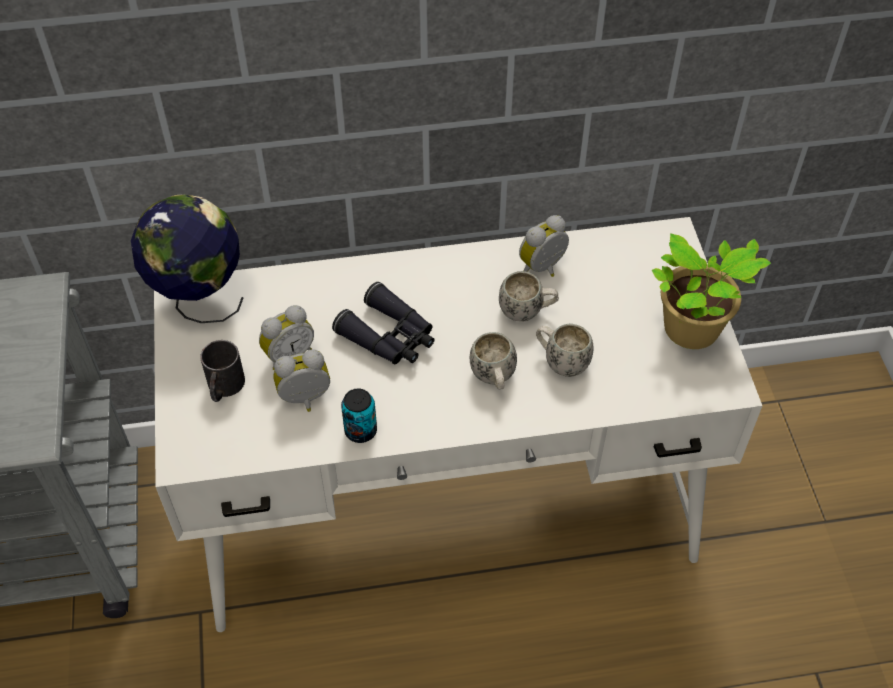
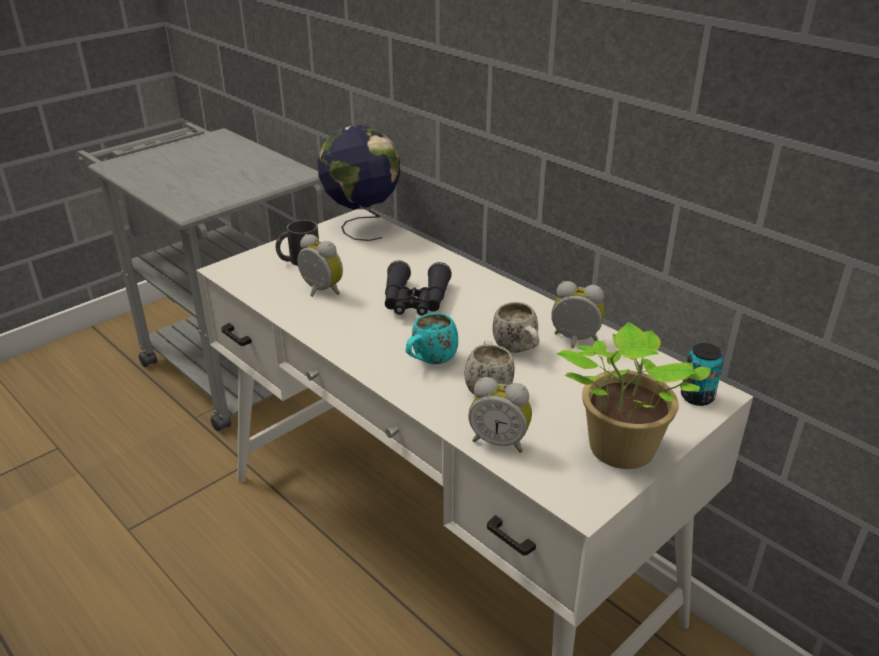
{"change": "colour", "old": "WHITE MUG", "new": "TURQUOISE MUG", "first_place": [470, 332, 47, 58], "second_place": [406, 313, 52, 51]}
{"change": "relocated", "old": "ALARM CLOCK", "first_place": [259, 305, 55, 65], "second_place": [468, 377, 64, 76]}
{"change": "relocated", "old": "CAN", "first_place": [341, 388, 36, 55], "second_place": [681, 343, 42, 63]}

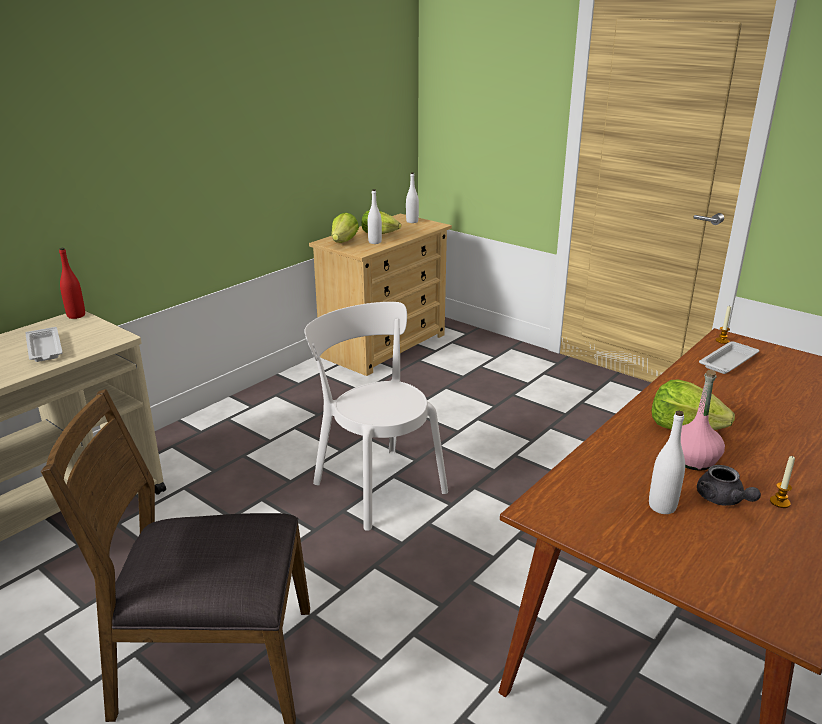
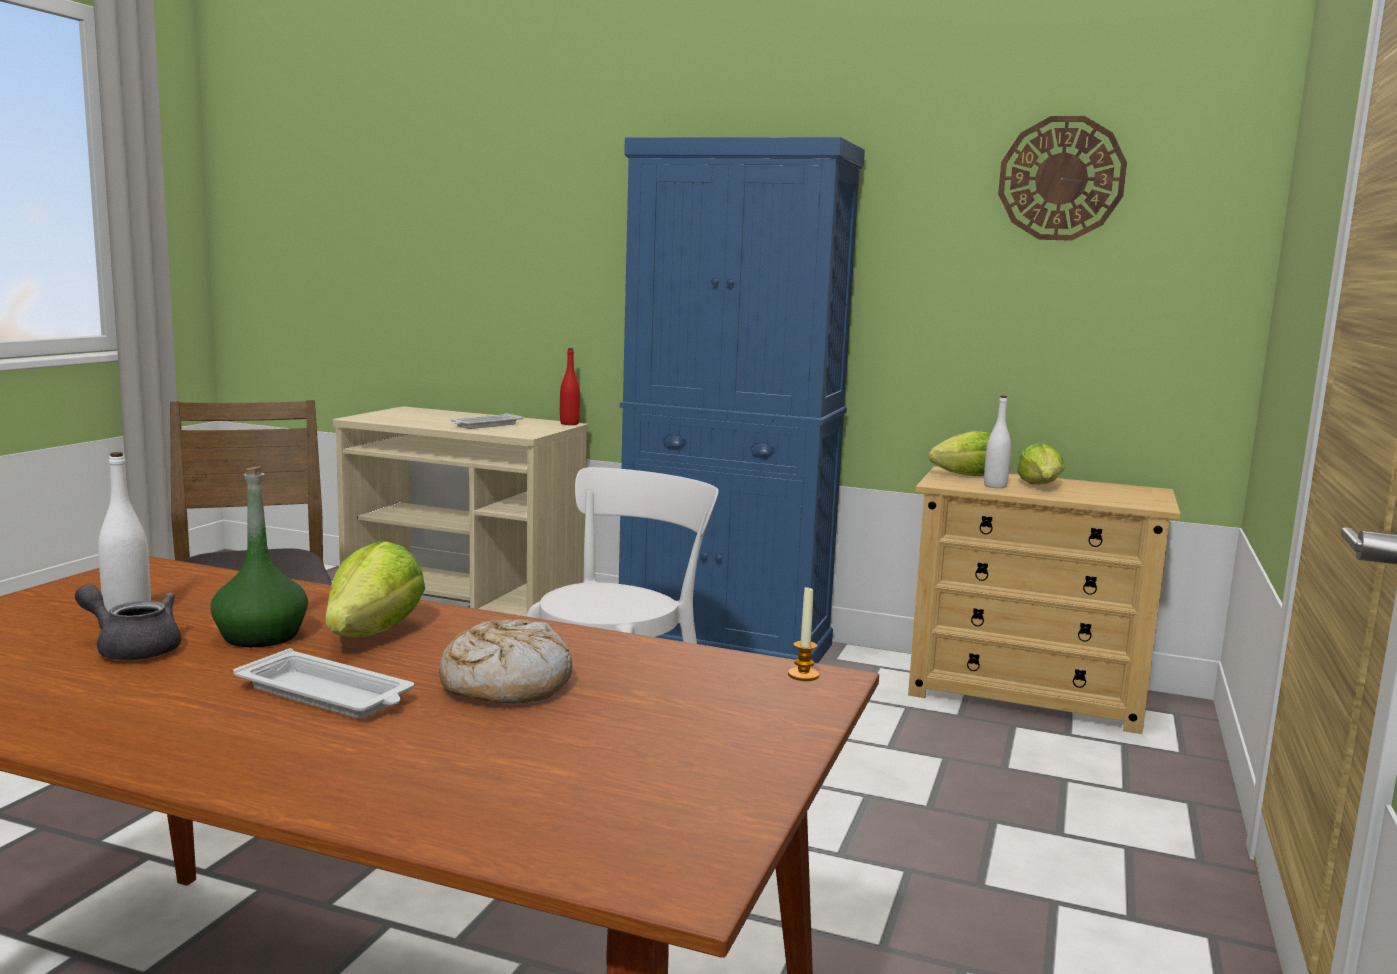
{"change": "spun", "old": "GREY TEAPOT", "first_place": [697, 465, 64, 41], "second_place": [75, 584, 106, 77], "degrees": 60}
{"change": "colour", "old": "PINK BOTTLE", "new": "GREEN BOTTLE", "first_place": [681, 370, 44, 101], "second_place": [210, 466, 98, 181]}
{"change": "relocated", "old": "WHITE TRAY", "first_place": [699, 341, 60, 33], "second_place": [233, 648, 181, 70]}
{"change": "appeared", "new": "BREAD", "second_place": [439, 619, 133, 85]}
{"change": "appeared", "new": "BLUE CABINET", "second_place": [619, 137, 246, 526]}
{"change": "appeared", "new": "WALL CLOCK", "second_place": [998, 116, 129, 125]}
{"change": "missing", "old": "WHITE BOTTLE", "first_place": [406, 172, 13, 51]}
{"change": "missing", "old": "CANDLE", "first_place": [770, 455, 25, 53]}

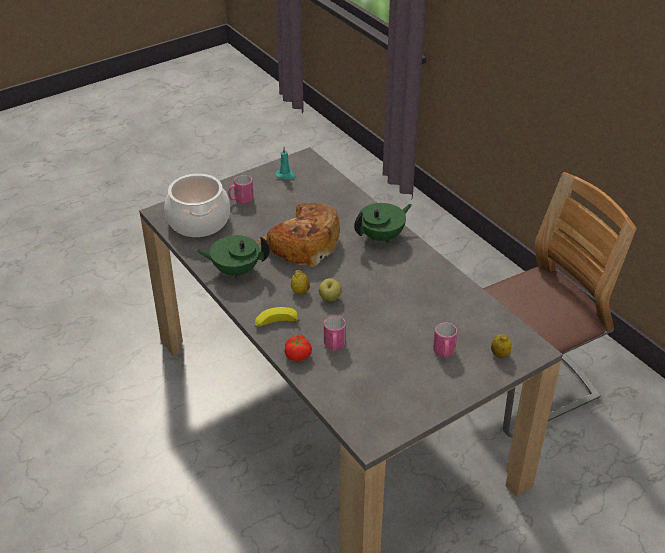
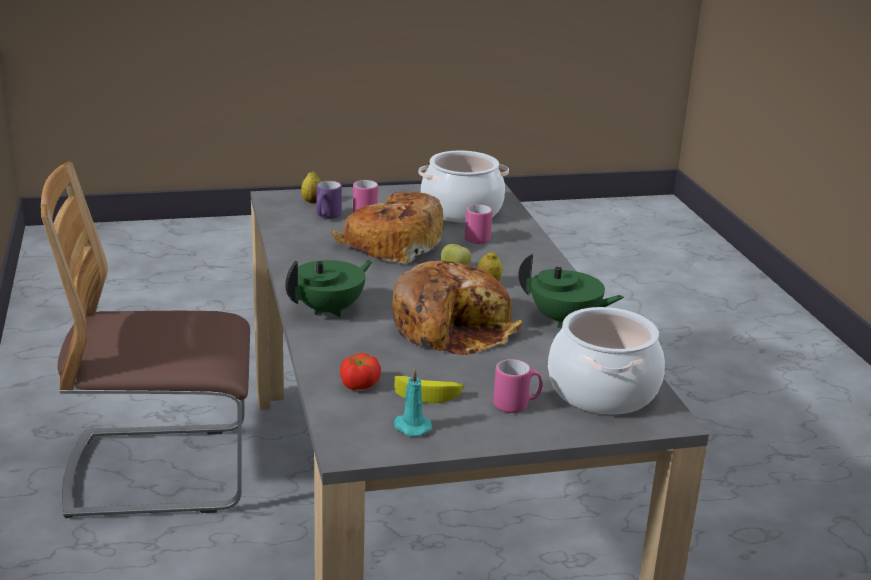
{"change": "spun", "old": "GREEN TEAPOT", "first_place": [354, 203, 58, 40], "second_place": [285, 260, 88, 57], "degrees": 150}
{"change": "appeared", "new": "PURPLE MUG", "second_place": [316, 181, 26, 38]}
{"change": "appeared", "new": "BREAD", "second_place": [331, 192, 113, 71]}
{"change": "relocated", "old": "TOMATO", "first_place": [284, 335, 28, 26], "second_place": [340, 353, 41, 37]}
{"change": "relocated", "old": "BANANA", "first_place": [255, 307, 45, 20], "second_place": [394, 375, 70, 28]}
{"change": "appeared", "new": "COOKING POT", "second_place": [419, 151, 90, 72]}

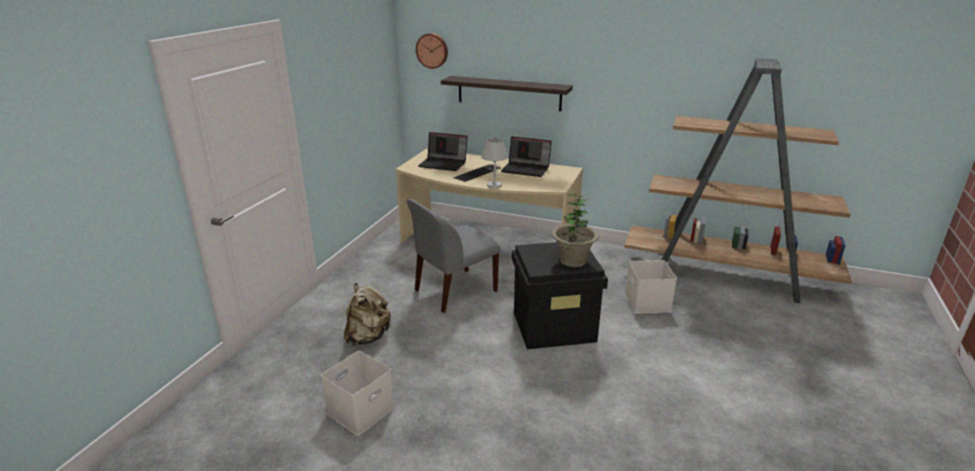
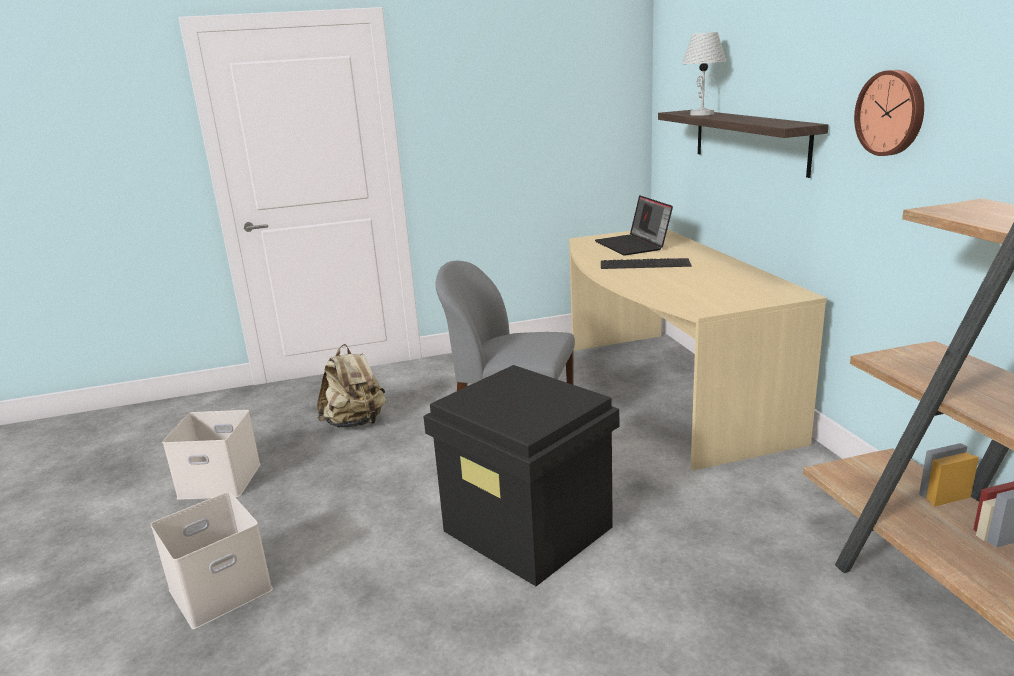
{"change": "relocated", "old": "WHITE STORAGE BOX", "first_place": [625, 260, 52, 53], "second_place": [150, 492, 123, 137]}
{"change": "relocated", "old": "WHITE TABLE LAMP", "first_place": [481, 138, 27, 51], "second_place": [682, 32, 44, 84]}
{"change": "relocated", "old": "WALL CLOCK", "first_place": [416, 33, 32, 36], "second_place": [854, 70, 70, 86]}
{"change": "missing", "old": "LAPTOP", "first_place": [501, 137, 51, 40]}
{"change": "missing", "old": "POTTED PLANT", "first_place": [552, 194, 47, 73]}

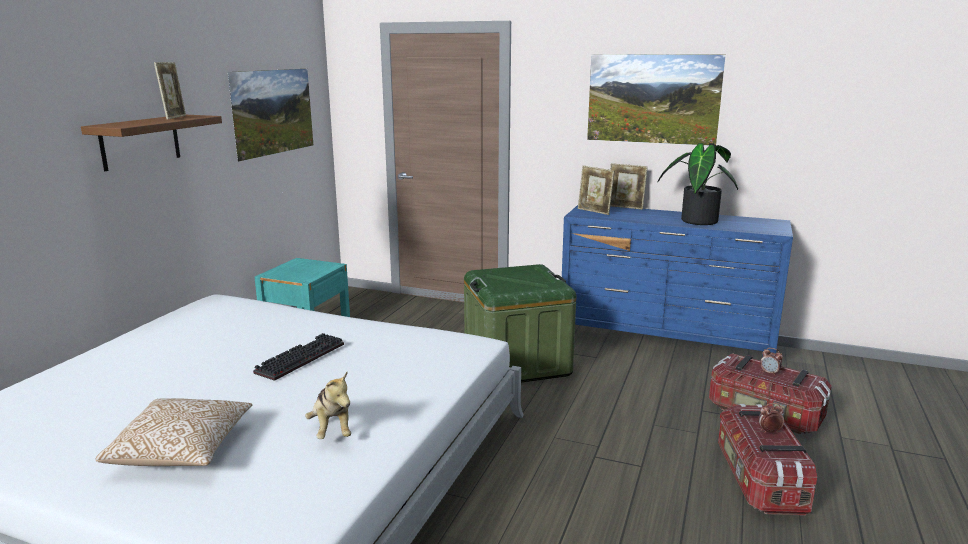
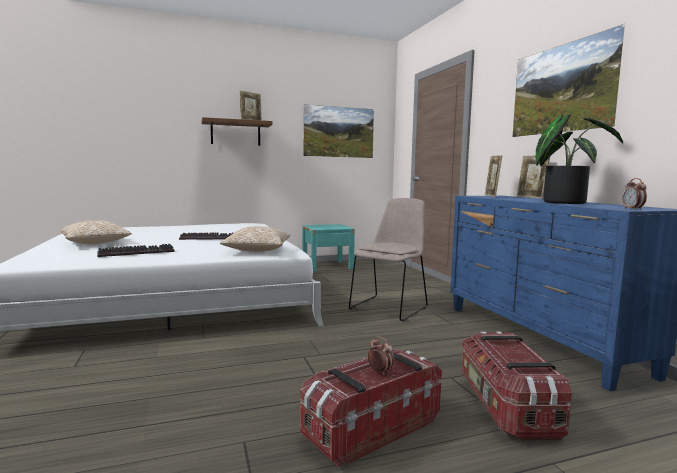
{"change": "exchanged", "old": "PLUSH TOY", "new": "KEYBOARD", "first_place": [305, 372, 46, 67], "second_place": [97, 244, 78, 13]}
{"change": "appeared", "new": "PILLOW", "second_place": [220, 226, 70, 26]}
{"change": "exchanged", "old": "GREEN STORAGE BOX", "new": "BEIGE CHAIR", "first_place": [464, 264, 112, 119], "second_place": [349, 198, 79, 123]}
{"change": "relocated", "old": "ALARM CLOCK", "first_place": [760, 348, 23, 27], "second_place": [622, 178, 25, 32]}

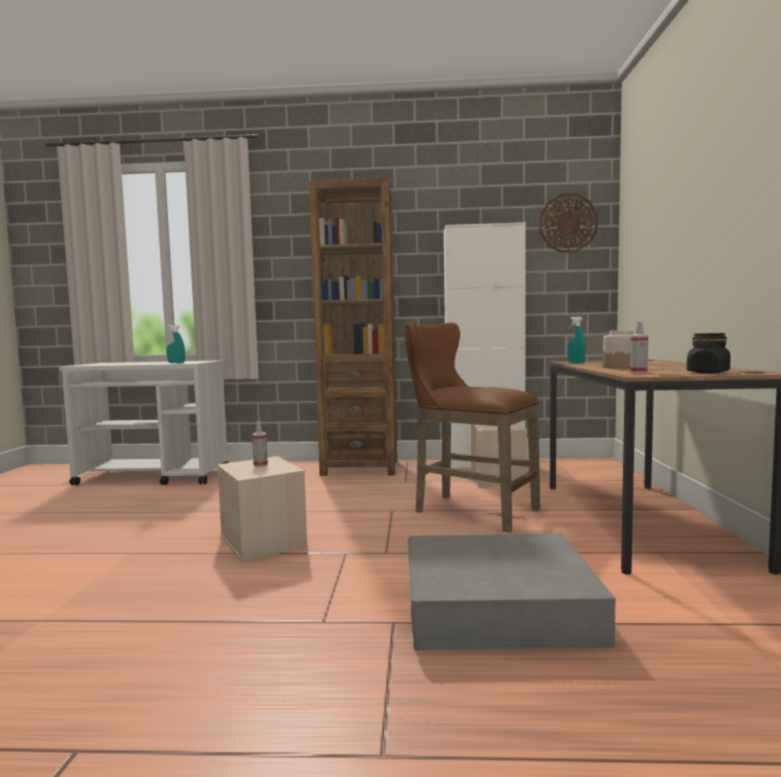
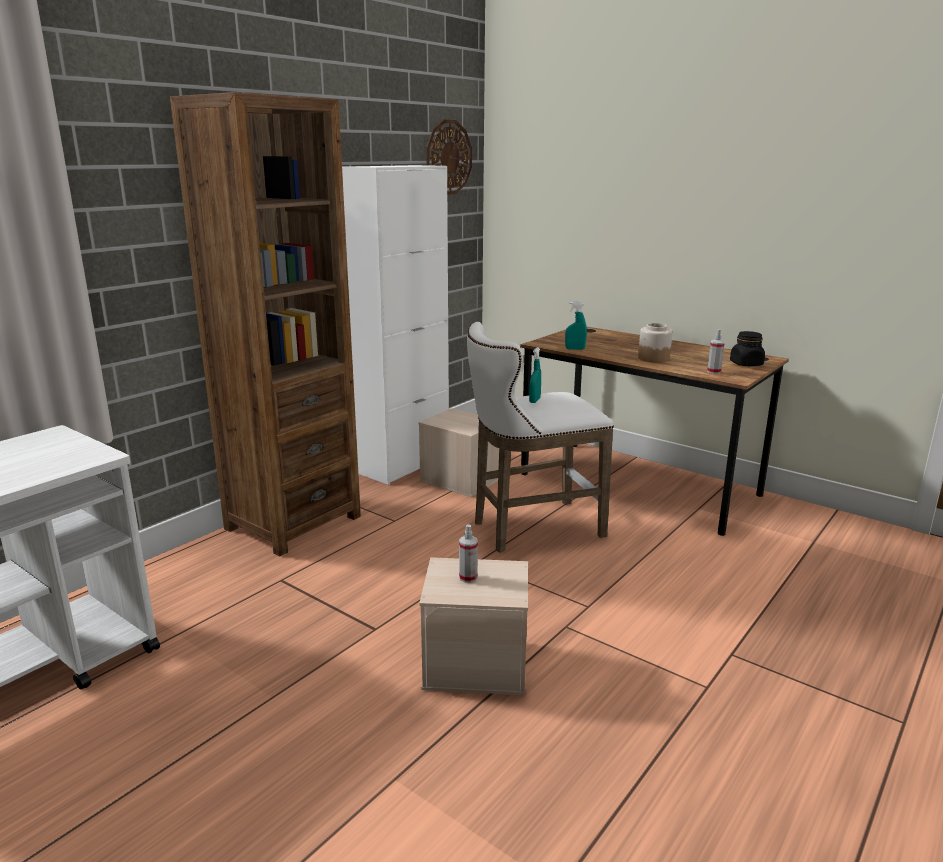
{"change": "colour", "old": "BROWN STOOL", "new": "WHITE STOOL", "first_place": [405, 322, 135, 211], "second_place": [467, 322, 147, 231]}
{"change": "relocated", "old": "TURQUOISE SPRAY BOTTLE", "first_place": [167, 325, 18, 38], "second_place": [529, 347, 12, 56]}
{"change": "missing", "old": "GREY STORAGE BOX", "first_place": [408, 533, 208, 117]}

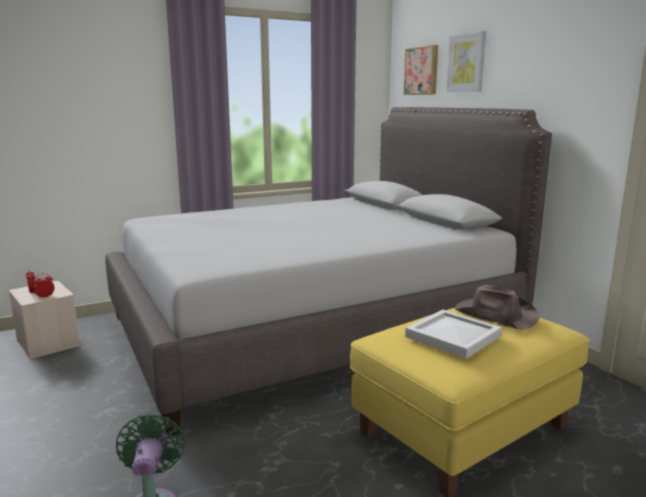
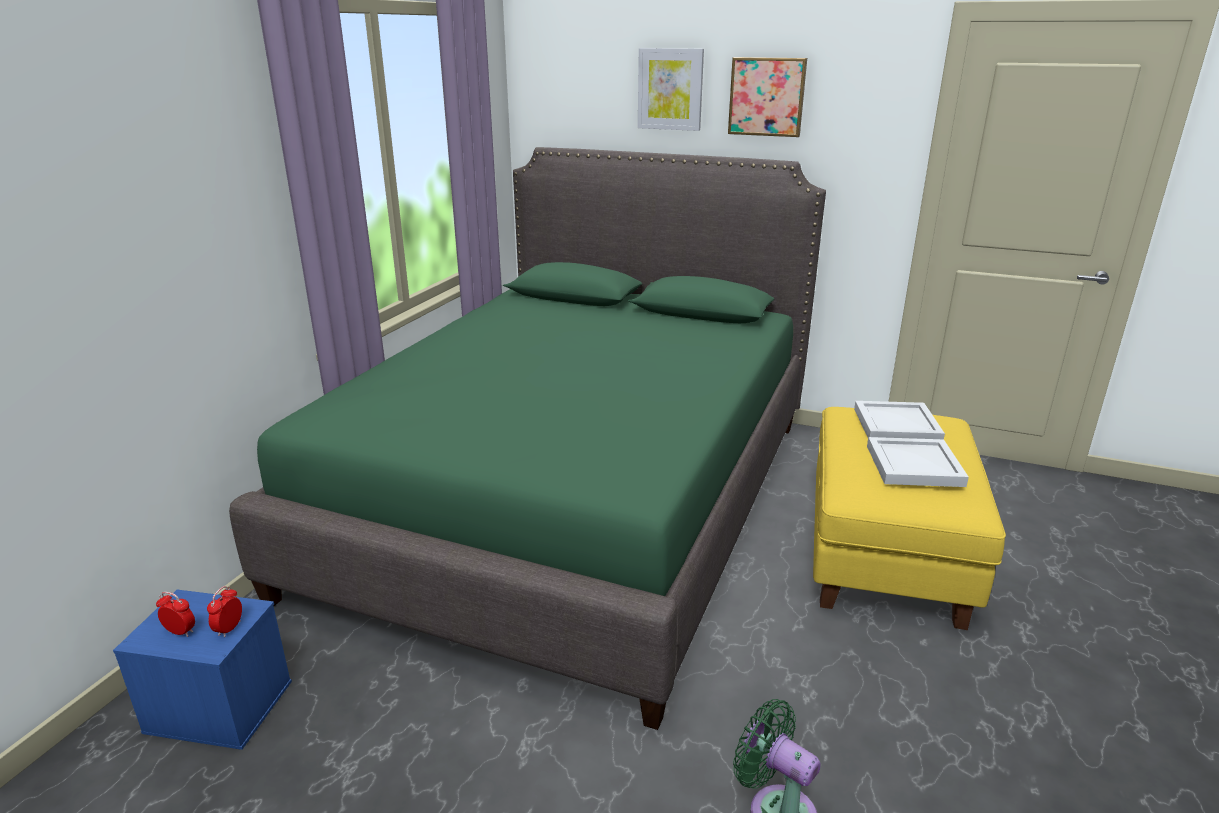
{"change": "colour", "old": "BEIGE STORAGE BOX", "new": "BLUE STORAGE BOX", "first_place": [9, 281, 71, 78], "second_place": [113, 590, 179, 160]}
{"change": "colour", "old": "GREY BED", "new": "GREEN BED", "first_place": [105, 107, 447, 329], "second_place": [229, 147, 597, 583]}
{"change": "relocated", "old": "PICTURE", "first_place": [404, 45, 34, 50], "second_place": [728, 57, 79, 80]}
{"change": "exchanged", "old": "BROWN HAT", "new": "WHITE TRAY", "first_place": [455, 285, 85, 45], "second_place": [854, 401, 91, 38]}

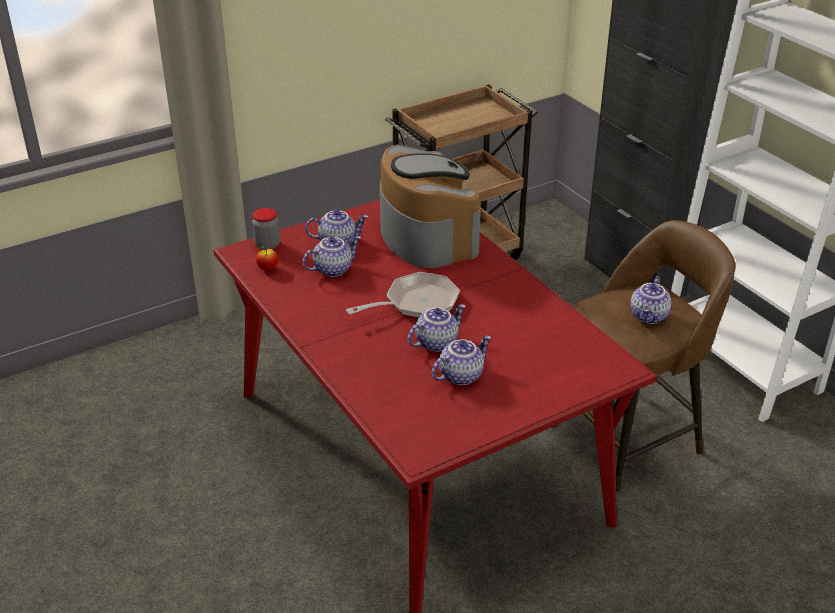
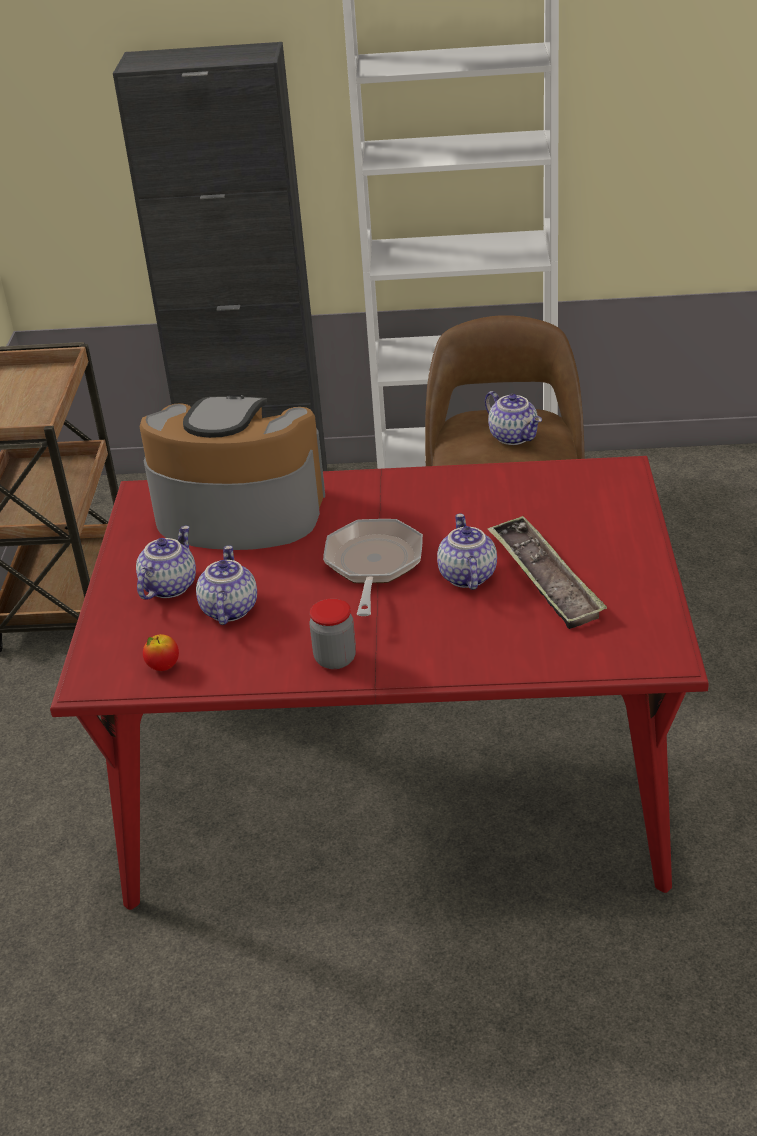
{"change": "relocated", "old": "JAR", "first_place": [252, 208, 28, 42], "second_place": [309, 599, 47, 70]}
{"change": "exchanged", "old": "TEAPOT", "new": "TRAY", "first_place": [432, 336, 59, 49], "second_place": [487, 516, 120, 113]}

